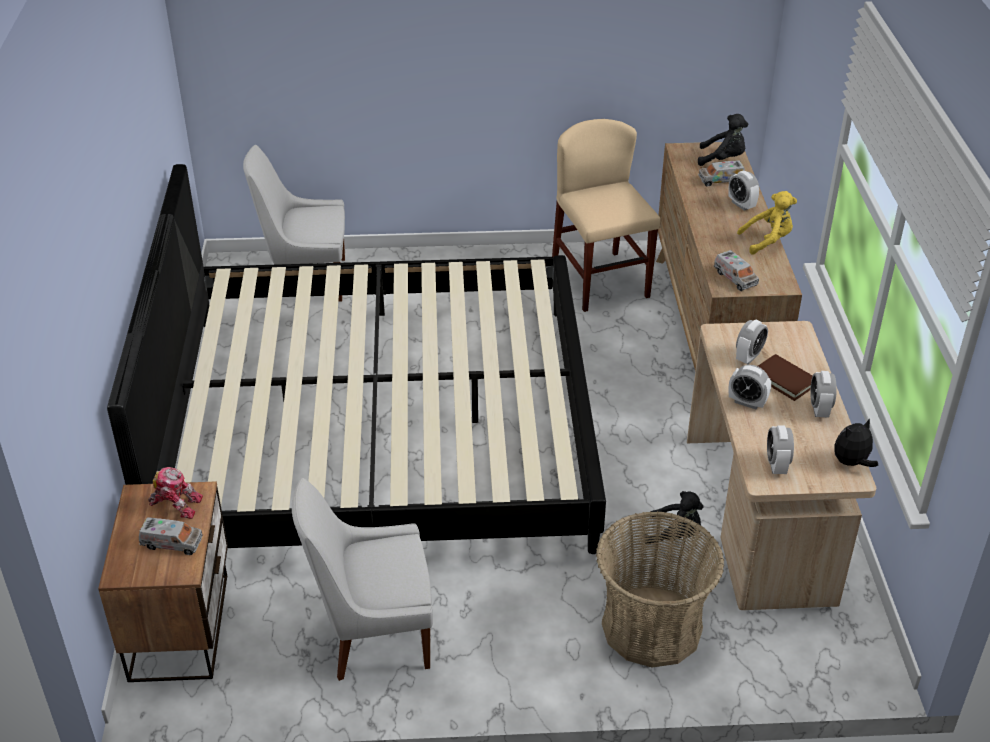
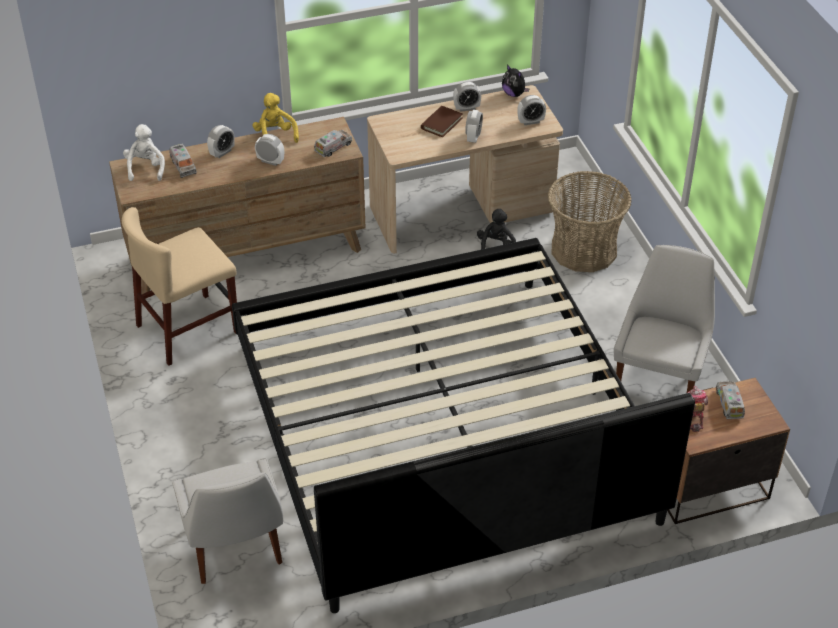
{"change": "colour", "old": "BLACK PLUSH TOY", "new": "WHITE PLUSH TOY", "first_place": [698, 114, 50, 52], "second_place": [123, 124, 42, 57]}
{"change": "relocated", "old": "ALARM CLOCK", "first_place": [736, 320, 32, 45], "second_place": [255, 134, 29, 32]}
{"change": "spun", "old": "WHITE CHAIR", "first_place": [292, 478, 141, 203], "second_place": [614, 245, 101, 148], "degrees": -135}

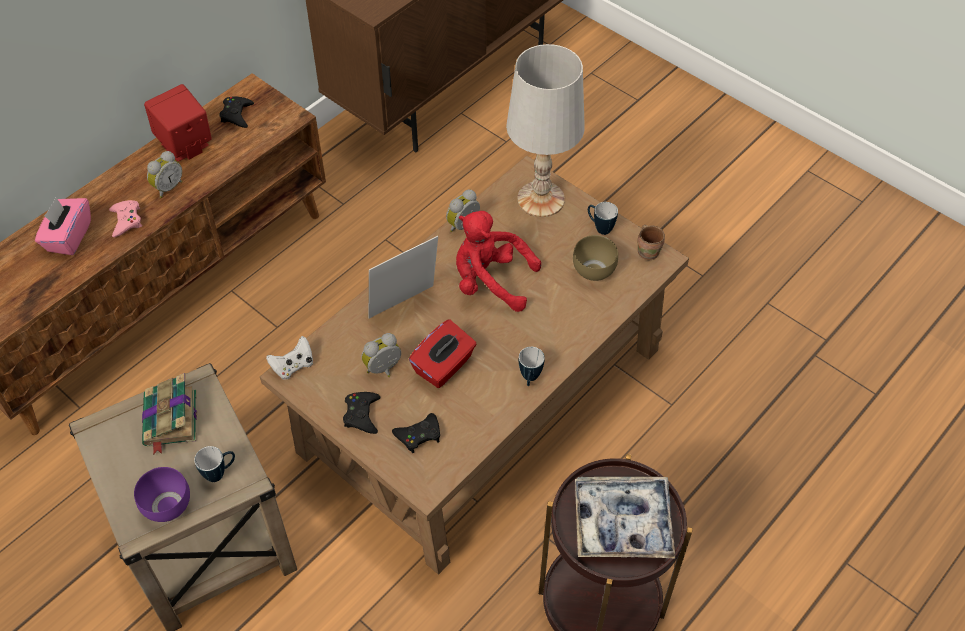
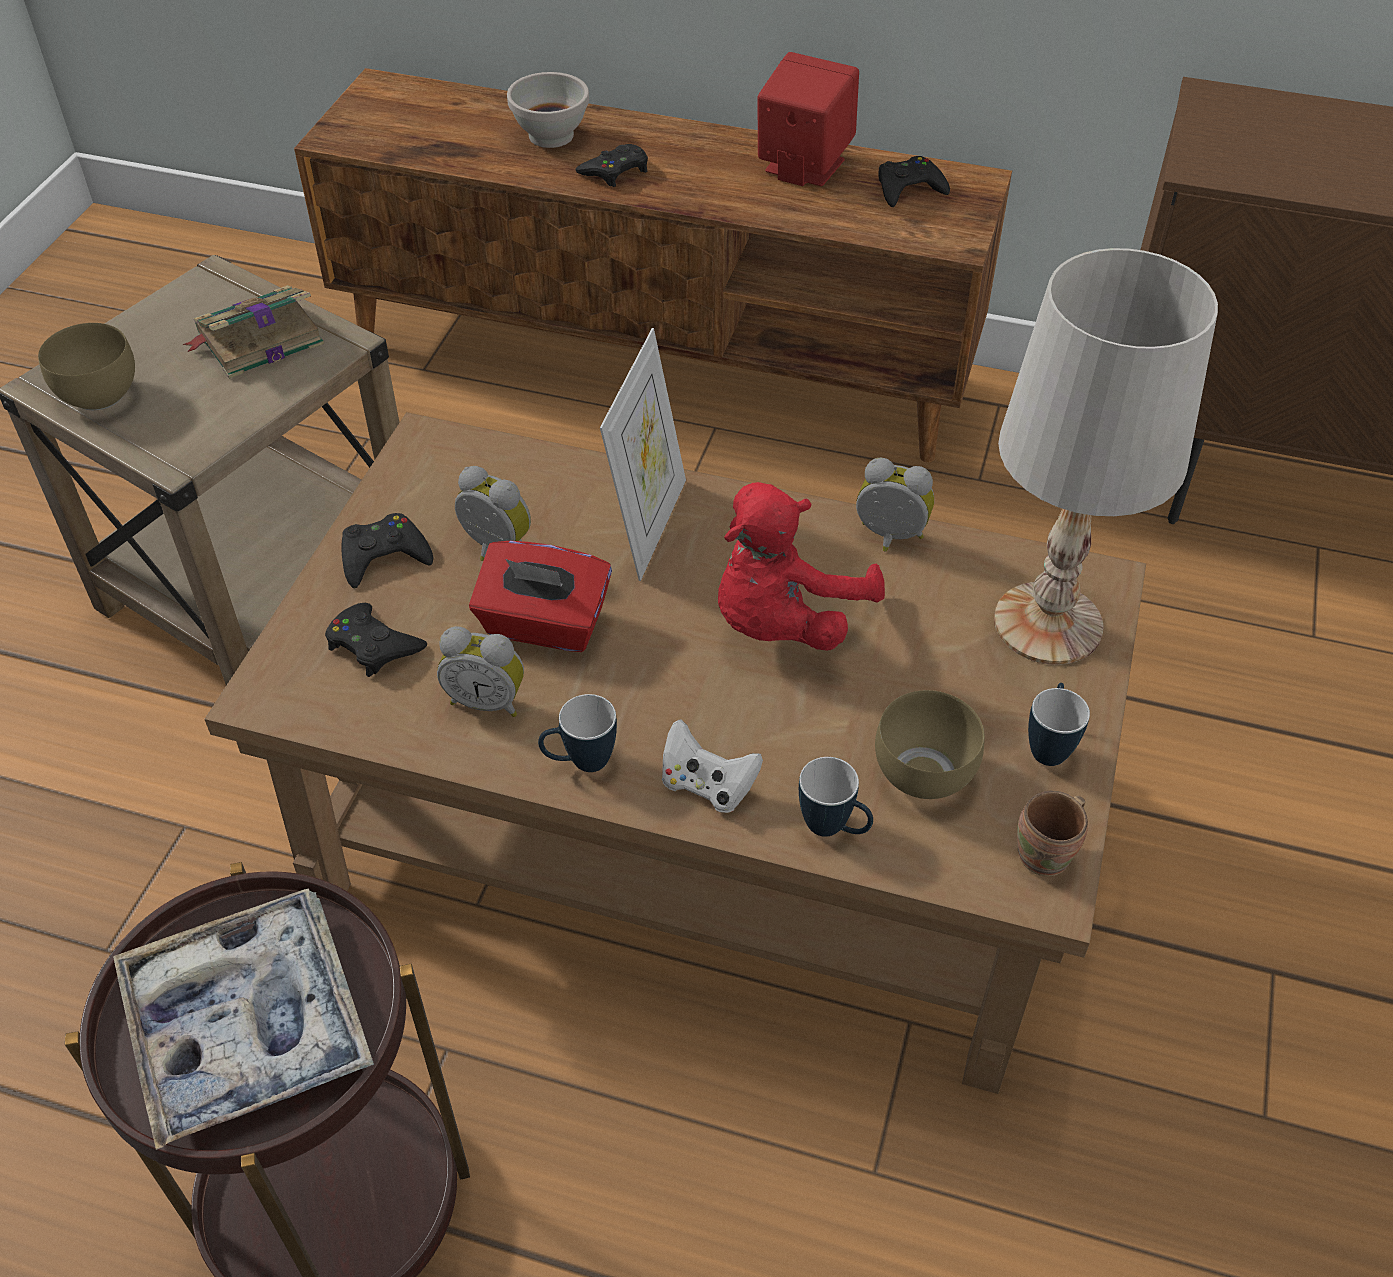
{"change": "colour", "old": "PURPLE BOWL", "new": "BROWN BOWL", "first_place": [134, 467, 56, 55], "second_place": [38, 323, 97, 88]}
{"change": "relocated", "old": "ALARM CLOCK", "first_place": [147, 151, 36, 47], "second_place": [437, 626, 87, 91]}
{"change": "exchanged", "old": "PINK TISSUE BOX", "new": "WHITE BOWL", "first_place": [35, 198, 56, 57], "second_place": [507, 72, 82, 76]}
{"change": "colour", "old": "PINK GAME CONTROLLER", "new": "BLACK GAME CONTROLLER", "first_place": [109, 200, 33, 37], "second_place": [575, 144, 73, 43]}
{"change": "spun", "old": "PICTURE FRAME", "first_place": [369, 236, 69, 82], "second_place": [600, 328, 86, 253], "degrees": 75}
{"change": "relocated", "old": "WHITE GAME CONTROLLER", "first_place": [266, 336, 47, 44], "second_place": [662, 719, 101, 94]}
{"change": "spun", "old": "RED PLUSH TOY", "first_place": [456, 211, 85, 101], "second_place": [718, 482, 167, 168], "degrees": -135}
{"change": "relocated", "old": "MUG", "first_place": [194, 446, 41, 36], "second_place": [799, 757, 74, 80]}

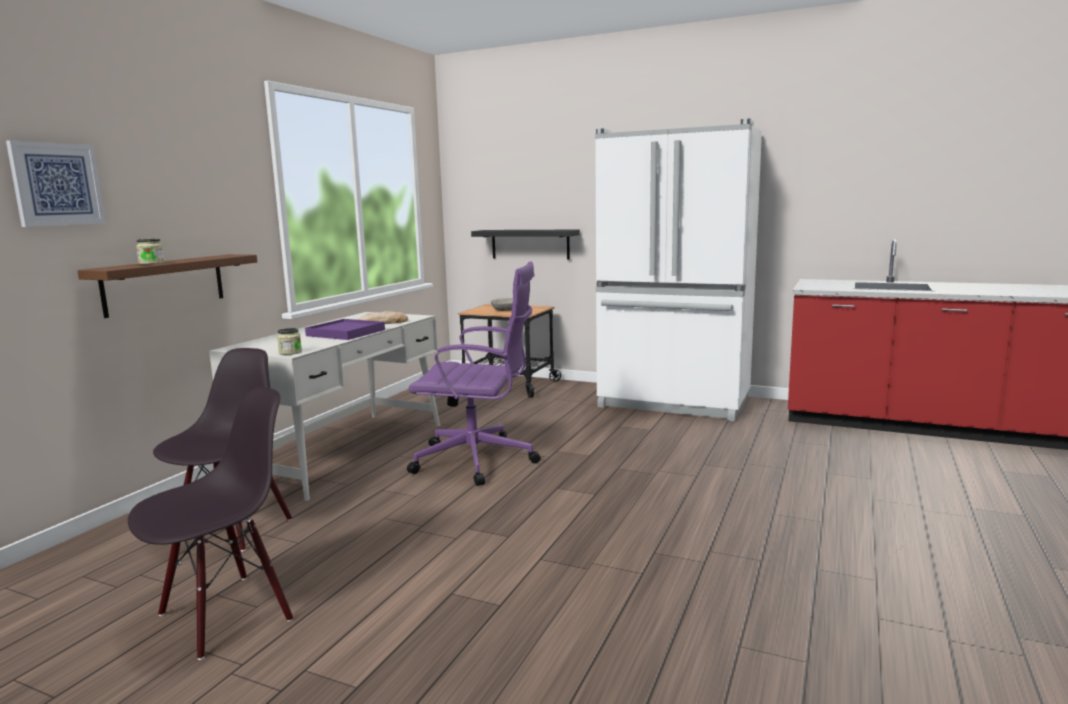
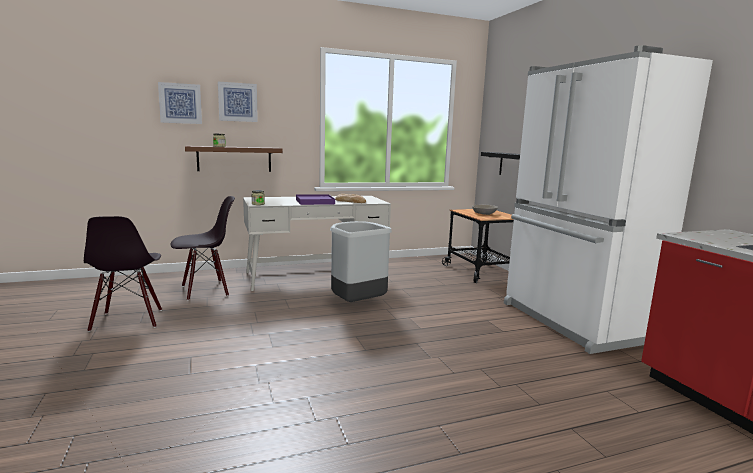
{"change": "spun", "old": "BLACK CHAIR", "first_place": [128, 387, 165, 273], "second_place": [84, 216, 78, 116], "degrees": 75}
{"change": "appeared", "new": "PICTURE", "second_place": [218, 82, 40, 40]}
{"change": "exchanged", "old": "PURPLE OFFICE CHAIR", "new": "GREY TRASH CAN", "first_place": [407, 261, 134, 225], "second_place": [330, 221, 62, 81]}

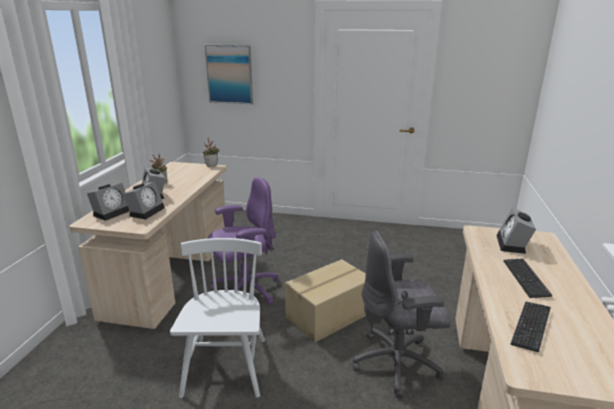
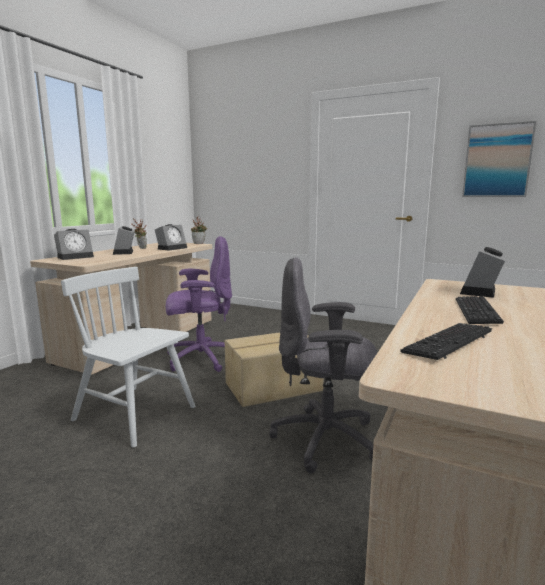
{"change": "spun", "old": "WHITE CHAIR", "first_place": [170, 238, 95, 160], "second_place": [61, 267, 134, 181], "degrees": -75}
{"change": "relocated", "old": "ALARM CLOCK", "first_place": [123, 181, 42, 38], "second_place": [155, 224, 32, 27]}
{"change": "relocated", "old": "PICTURE", "first_place": [205, 45, 48, 59], "second_place": [462, 121, 74, 76]}

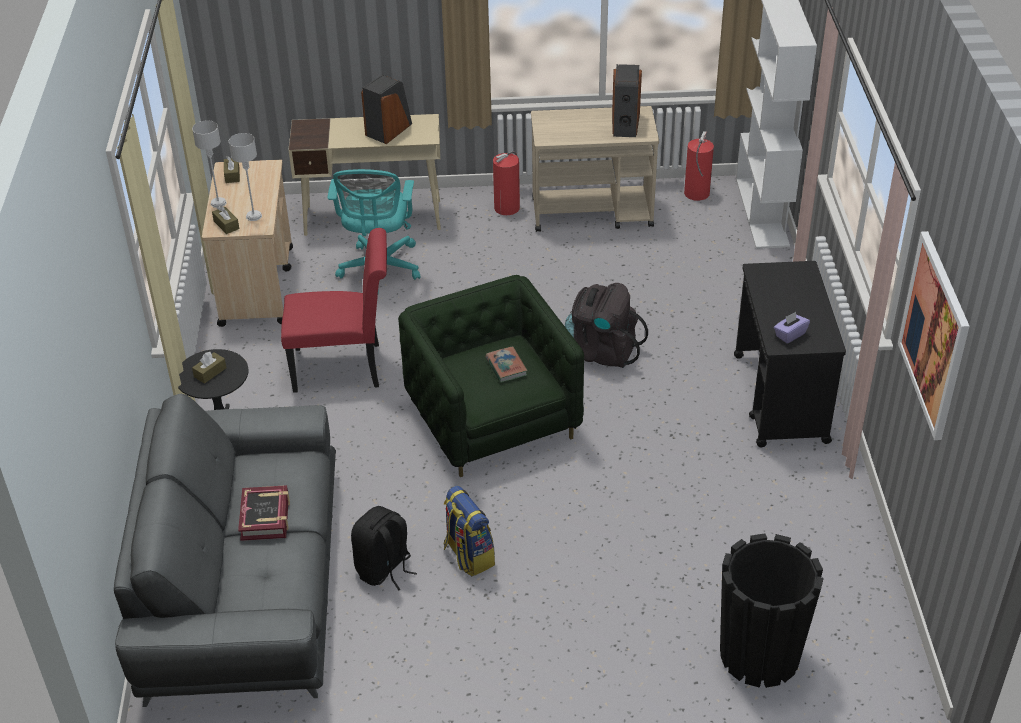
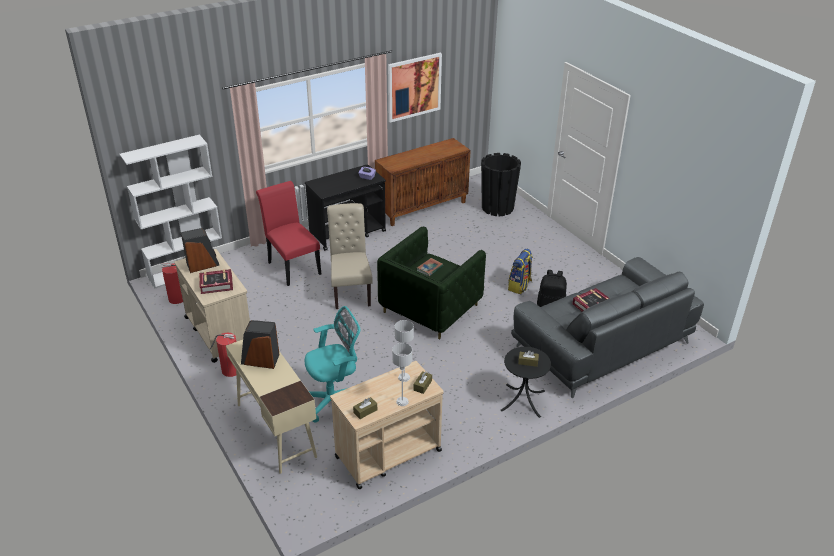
{"change": "appeared", "new": "BOOK", "second_place": [199, 269, 34, 25]}
{"change": "relocated", "old": "RED CHAIR", "first_place": [281, 228, 106, 165], "second_place": [256, 181, 65, 105]}
{"change": "exchanged", "old": "BLACK BACKPACK", "new": "BEIGE CHAIR", "first_place": [565, 283, 83, 85], "second_place": [327, 203, 46, 106]}
{"change": "appeared", "new": "BROWN CABINET", "second_place": [375, 138, 96, 88]}

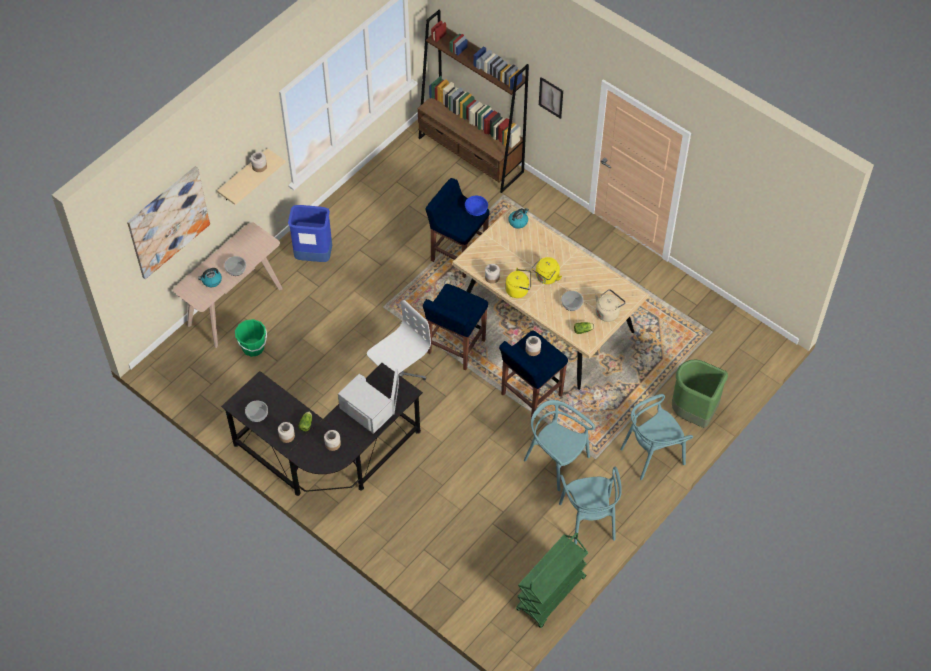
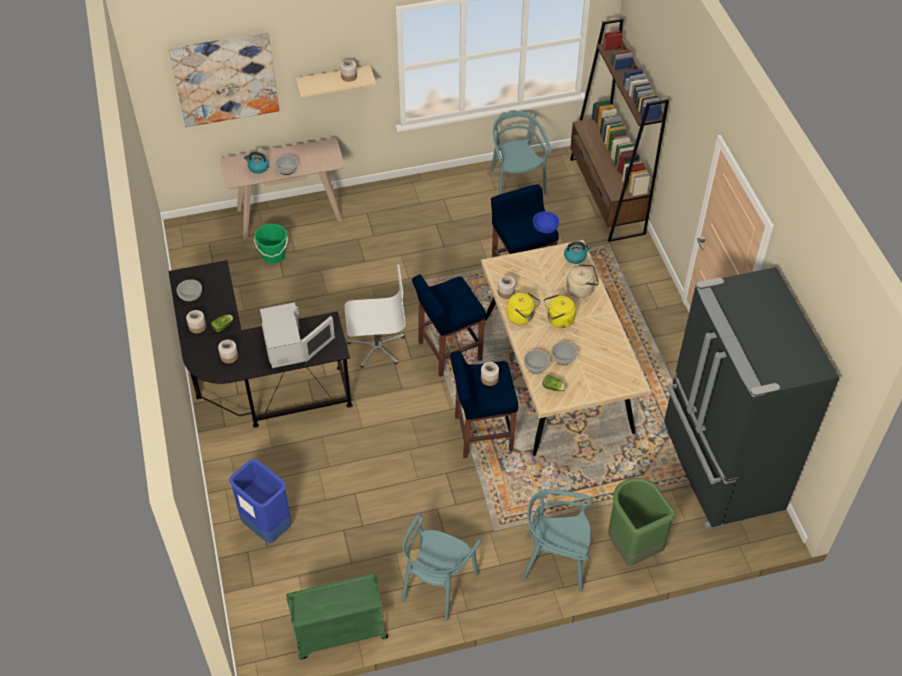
{"change": "relocated", "old": "BLUE TRASH CAN", "first_place": [288, 205, 44, 57], "second_place": [229, 459, 63, 84]}
{"change": "relocated", "old": "TURQUOISE CHAIR", "first_place": [524, 400, 71, 91], "second_place": [490, 111, 61, 84]}
{"change": "appeared", "new": "BOWL", "second_place": [524, 350, 26, 24]}
{"change": "relocated", "old": "BEIGE KETTLE", "first_place": [595, 289, 31, 33], "second_place": [566, 264, 33, 34]}
{"change": "appeared", "new": "BLACK FRIDGE", "second_place": [661, 267, 179, 263]}
{"change": "missing", "old": "PICTURE", "first_place": [539, 77, 24, 42]}

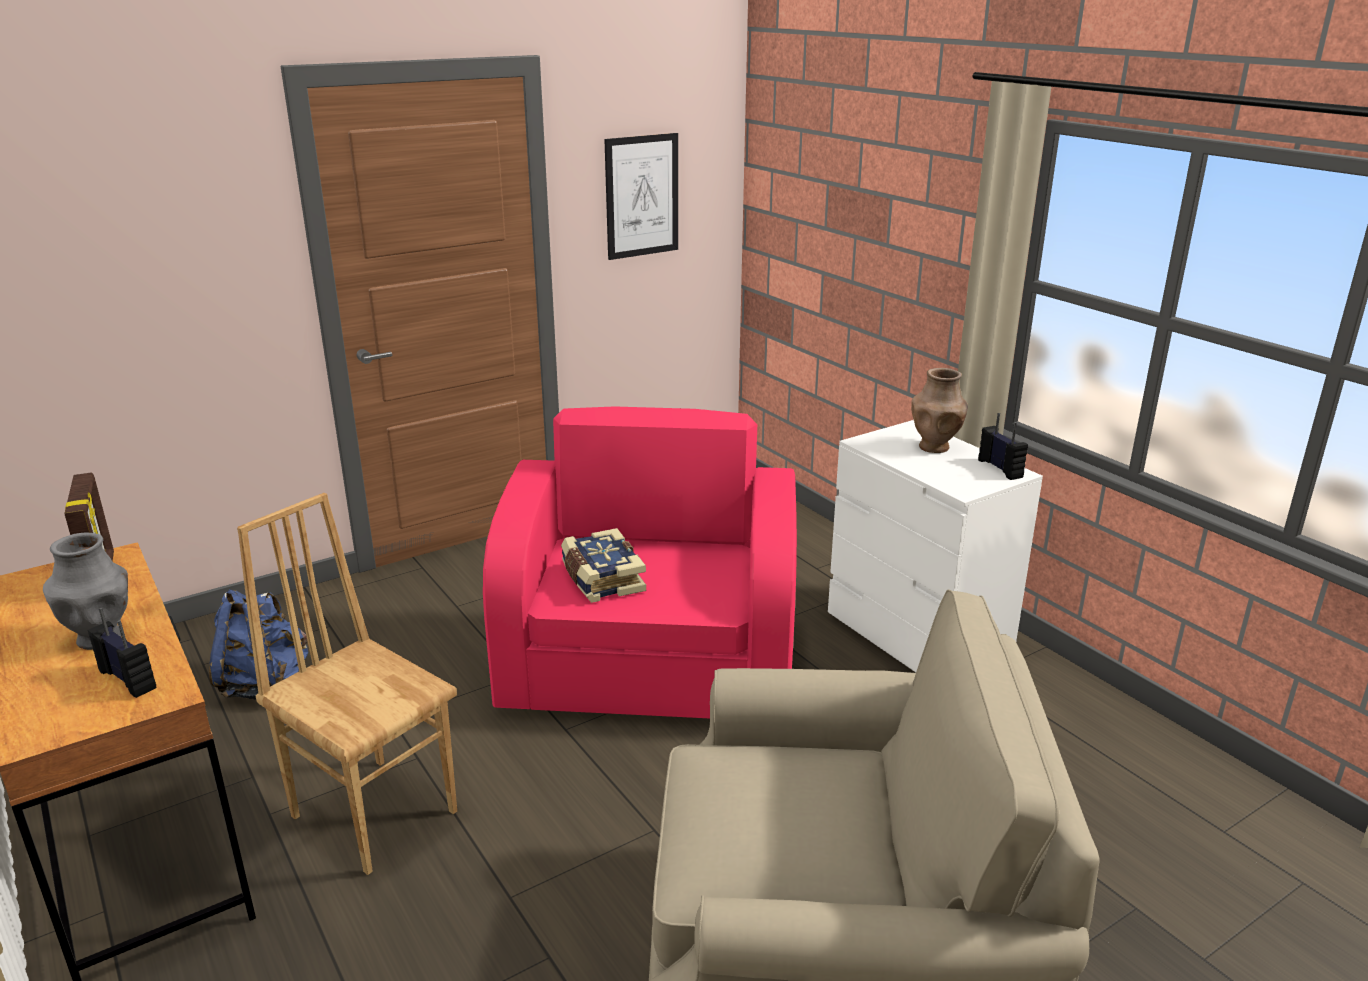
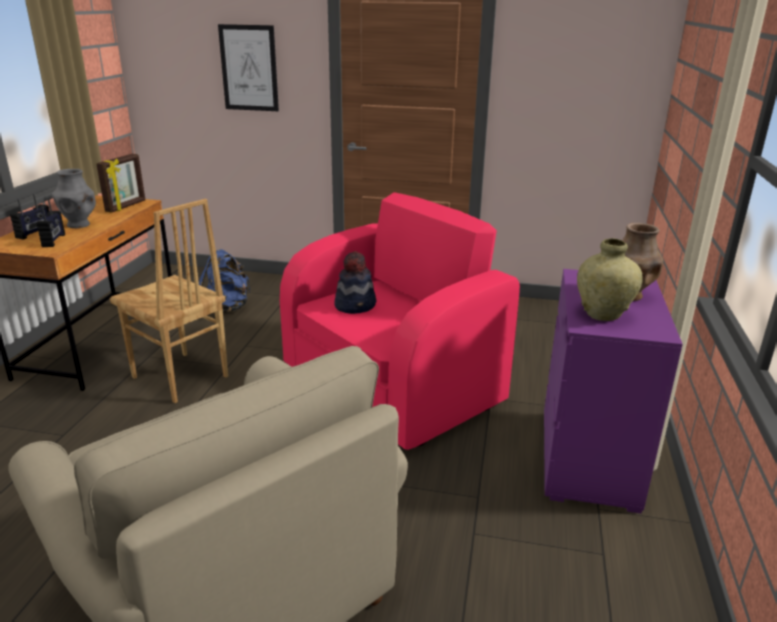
{"change": "relocated", "old": "RADIO", "first_place": [978, 413, 50, 67], "second_place": [10, 194, 39, 45]}
{"change": "spun", "old": "BROWN CHAIR", "first_place": [237, 493, 220, 382], "second_place": [110, 199, 118, 204], "degrees": 135}
{"change": "relocated", "old": "PICTURE", "first_place": [604, 133, 74, 127], "second_place": [218, 24, 61, 87]}
{"change": "exchanged", "old": "BOOK", "new": "HAT", "first_place": [561, 528, 85, 75], "second_place": [334, 251, 42, 63]}
{"change": "colour", "old": "WHITE DRESSER", "new": "PURPLE DRESSER", "first_place": [828, 420, 215, 252], "second_place": [544, 269, 139, 245]}
{"change": "appeared", "new": "BEIGE VASE", "second_place": [577, 238, 66, 83]}

